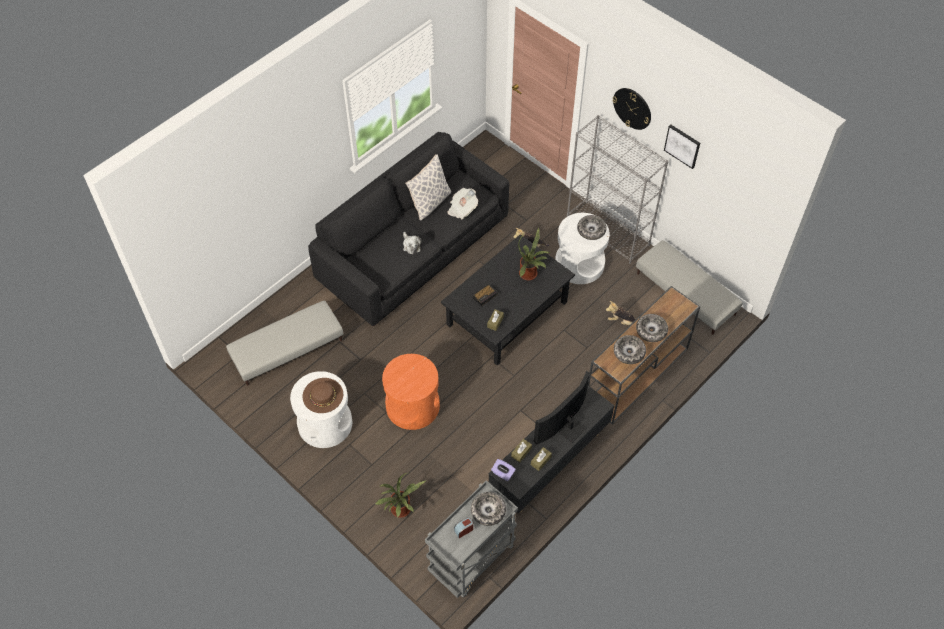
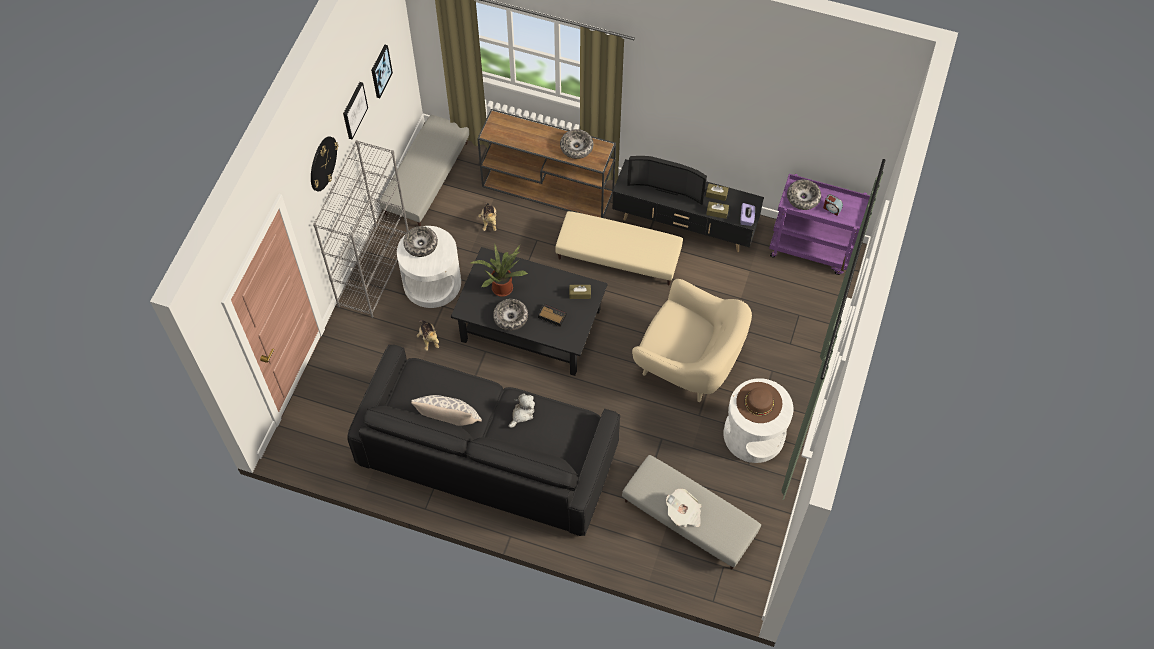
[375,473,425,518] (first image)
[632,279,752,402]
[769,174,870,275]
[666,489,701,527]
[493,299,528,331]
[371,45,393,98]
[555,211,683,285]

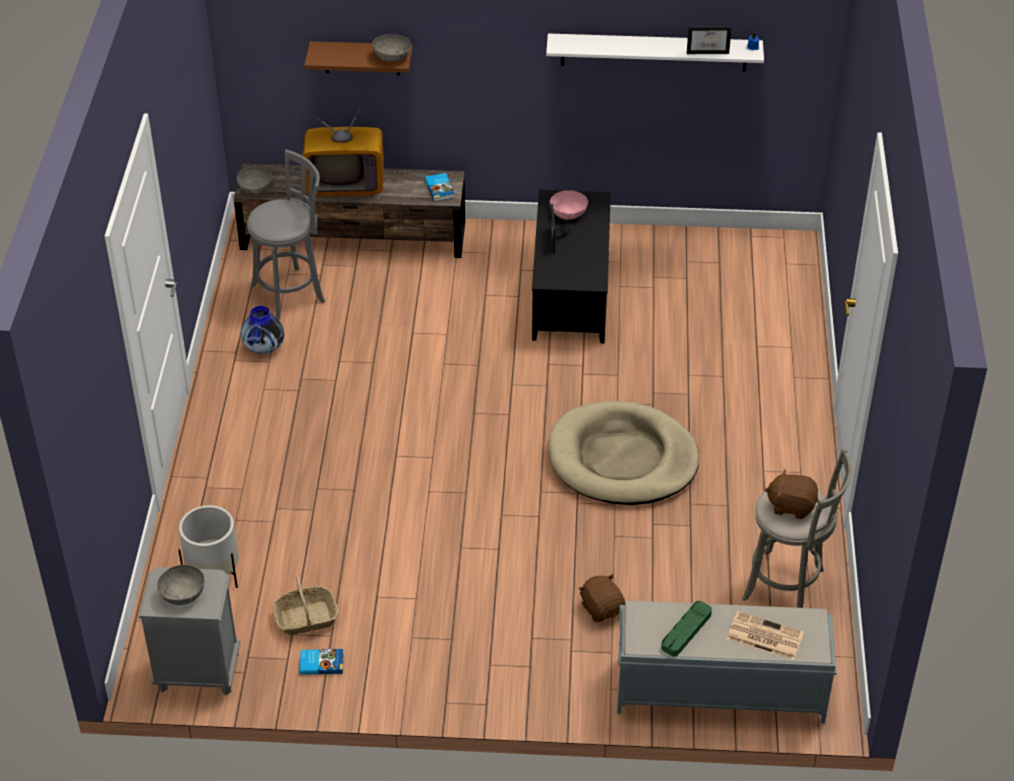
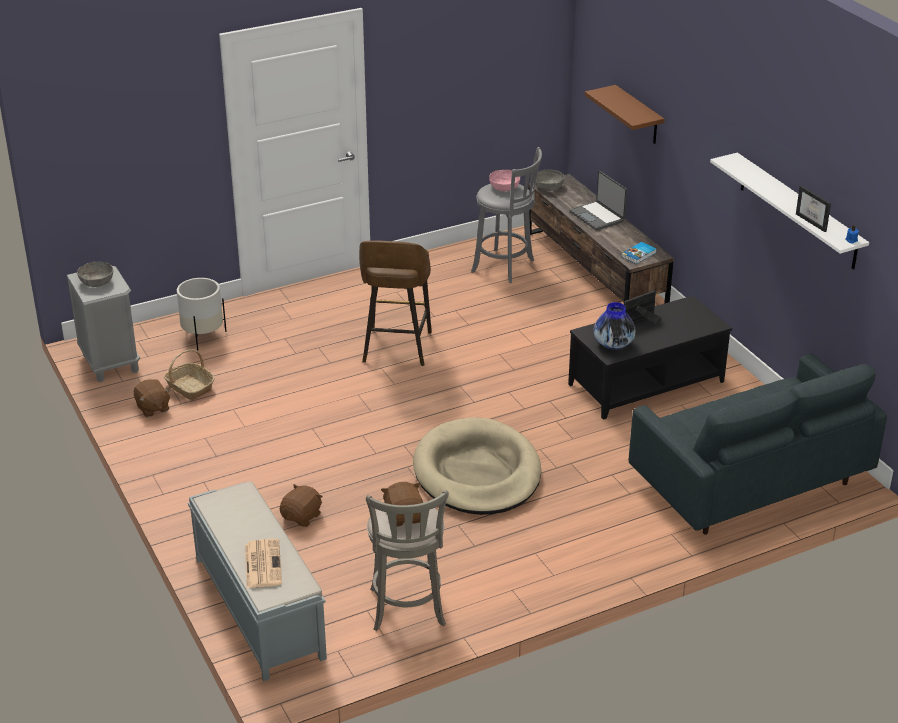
[594,302,636,350]
[134,379,170,417]
[569,171,627,231]
[372,34,411,62] (first image)
[489,170,520,191]
[661,601,712,657] (first image)
[359,241,432,366]
[629,354,887,535]

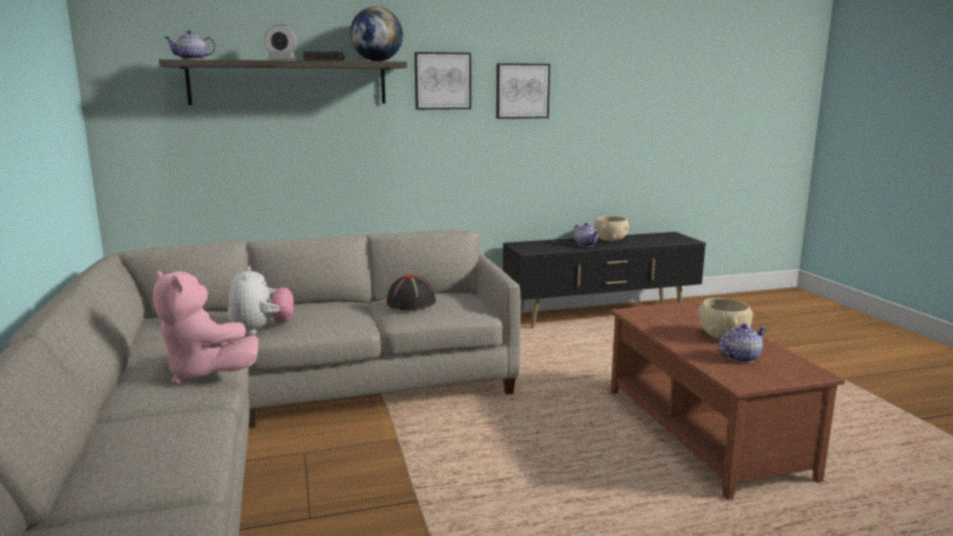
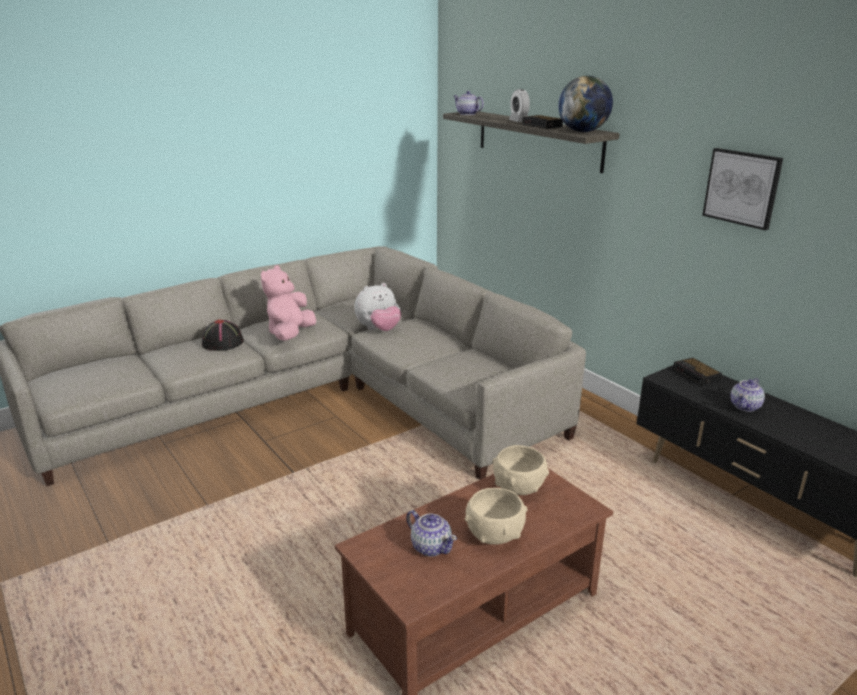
[202,319,244,351]
[414,52,471,110] (first image)
[492,445,549,495]
[673,358,722,386]

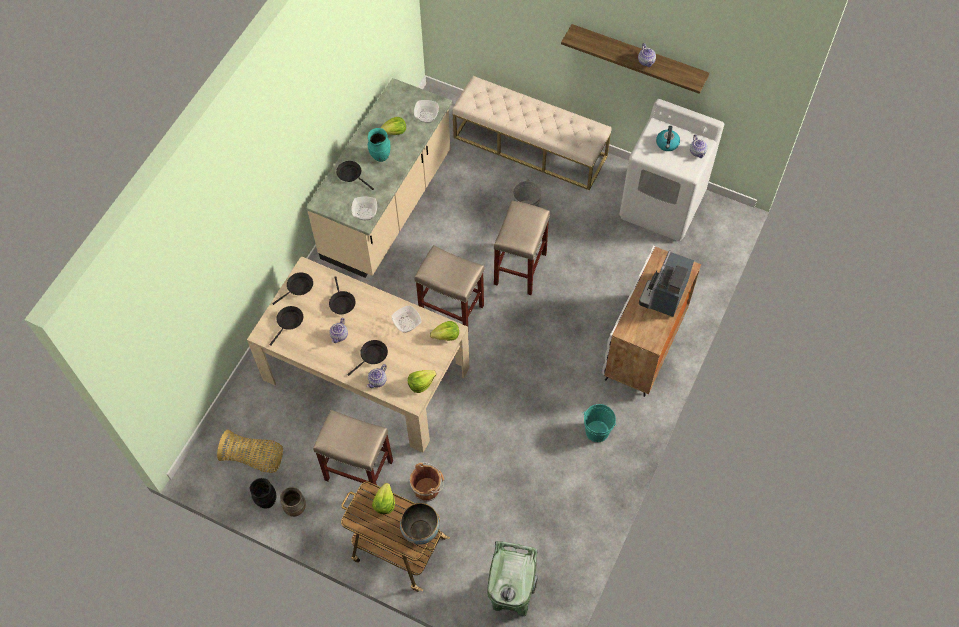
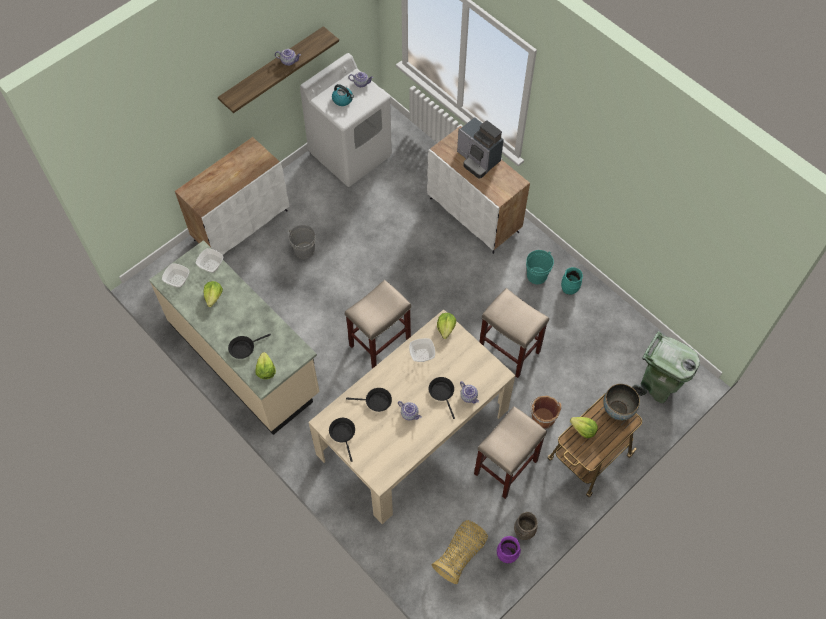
[497,536,521,563]
[269,306,303,346] (first image)
[162,263,190,288]
[561,267,583,295]
[255,352,276,379]
[175,137,289,255]
[479,288,549,378]

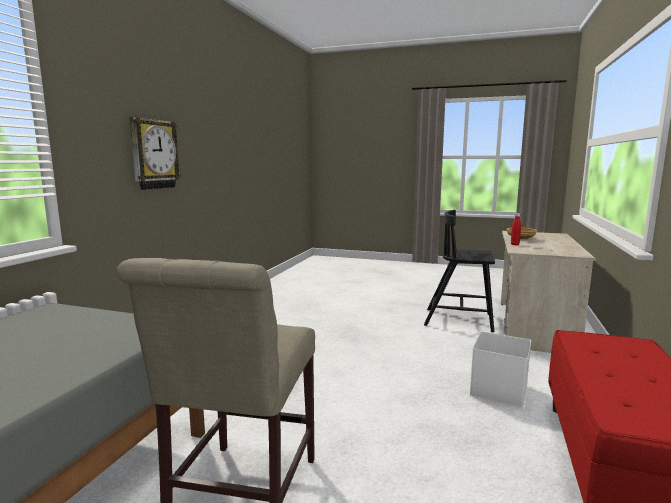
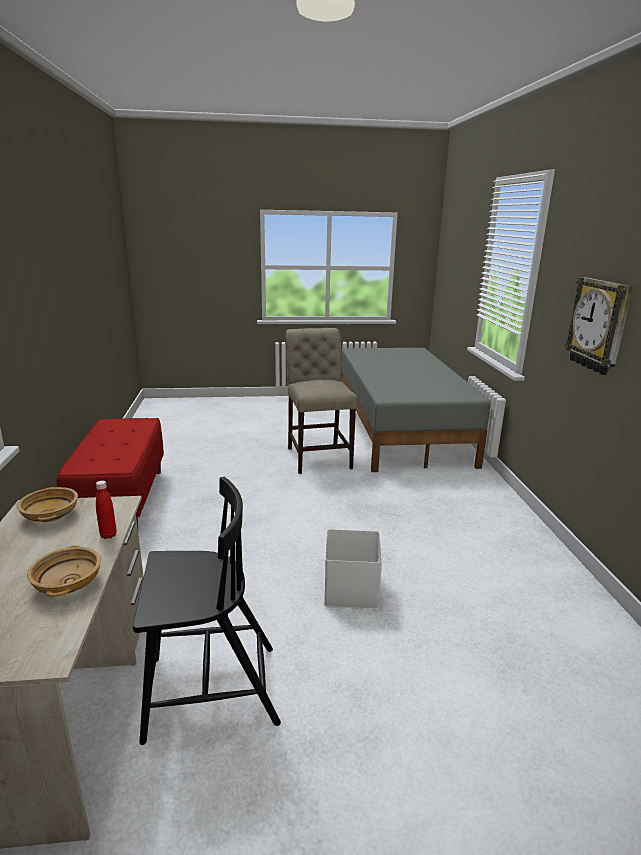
[324,529,382,609]
[17,487,78,522]

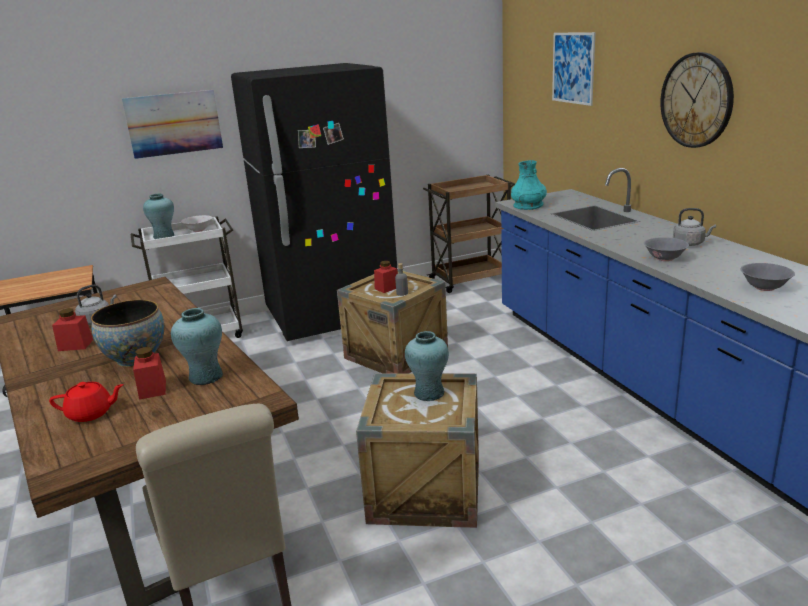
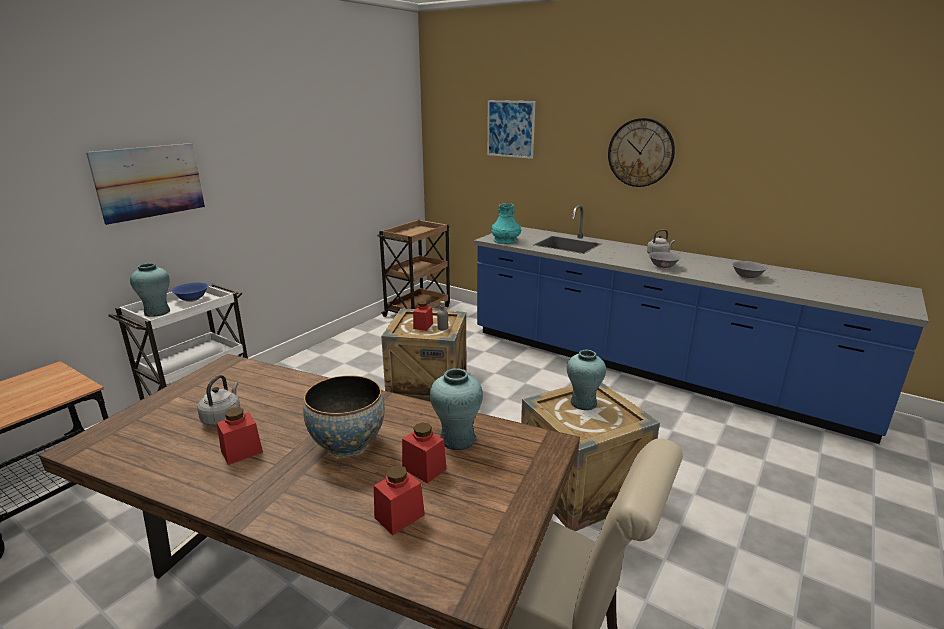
[374,465,425,535]
[171,282,209,302]
[231,63,397,341] (first image)

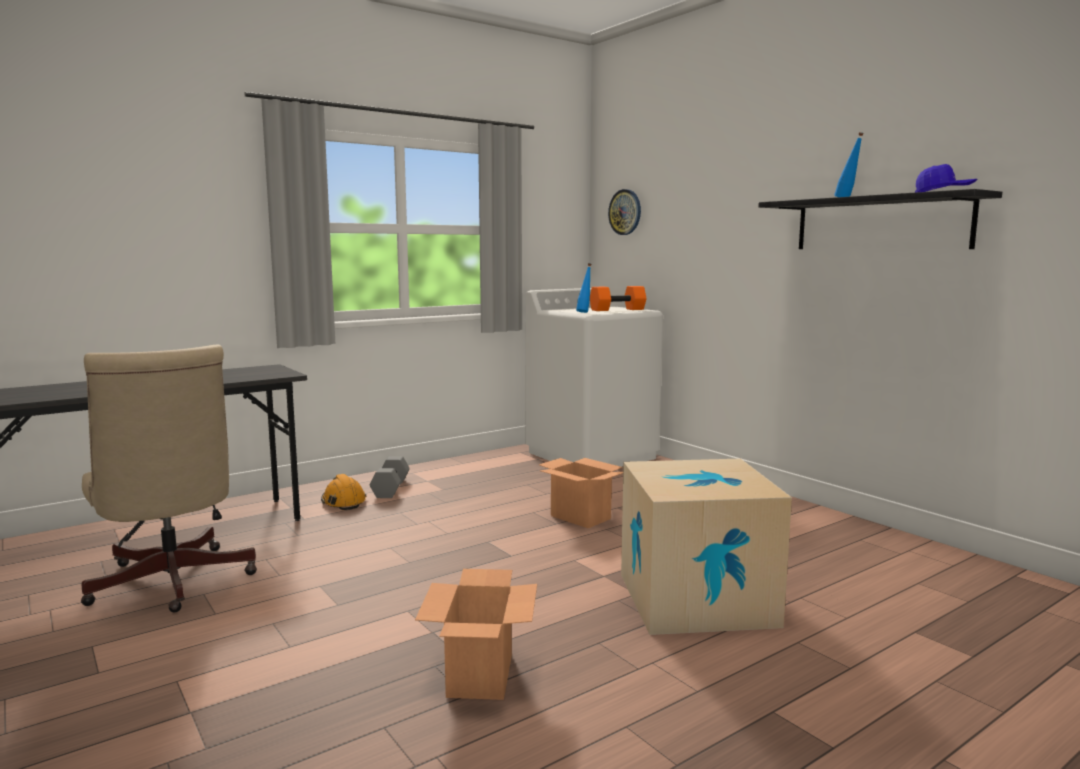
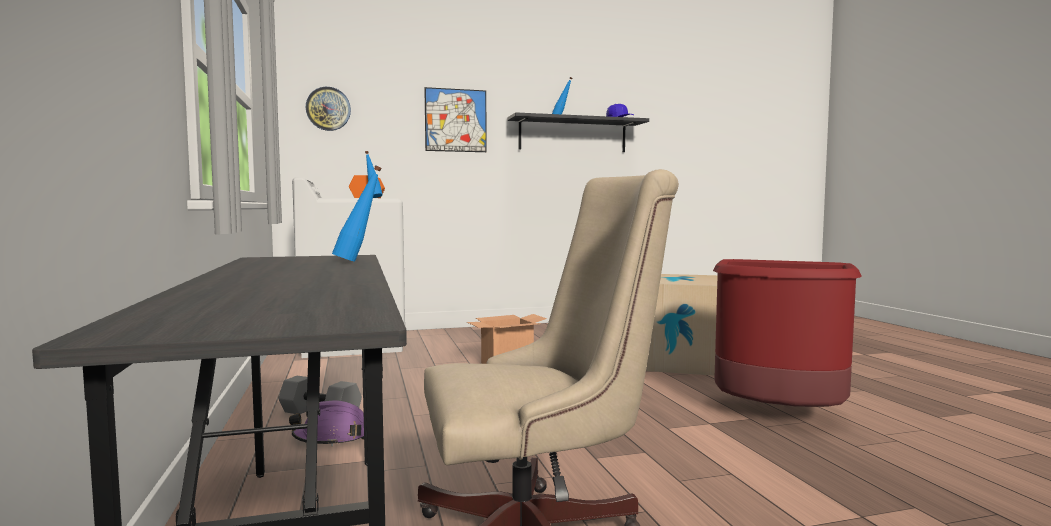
[289,400,364,447]
[713,259,862,407]
[332,165,382,262]
[424,87,487,152]

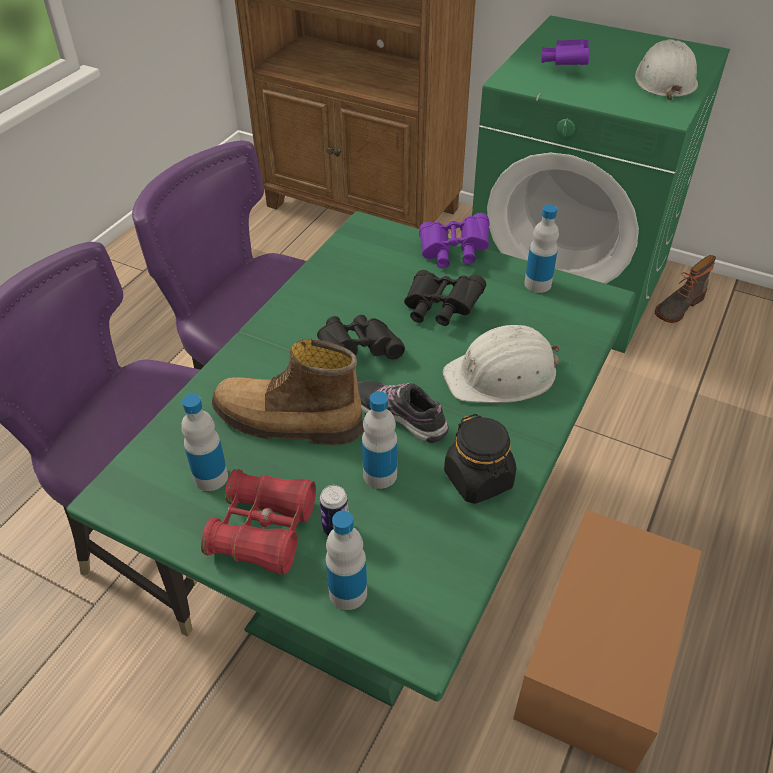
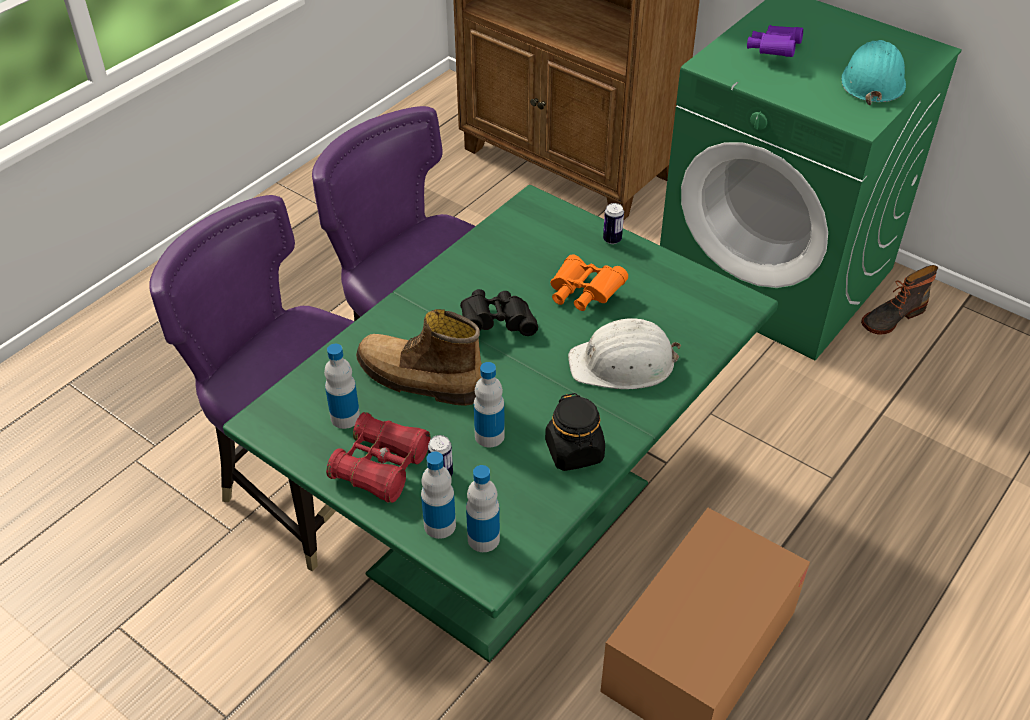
[357,381,449,443] (first image)
[550,254,628,311]
[603,203,624,244]
[466,465,500,552]
[841,40,906,105]

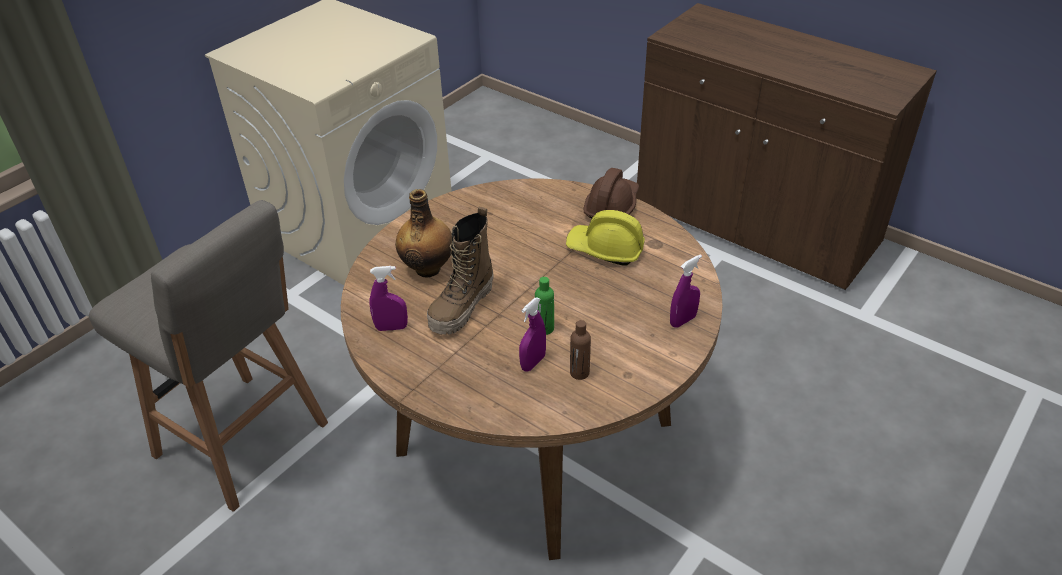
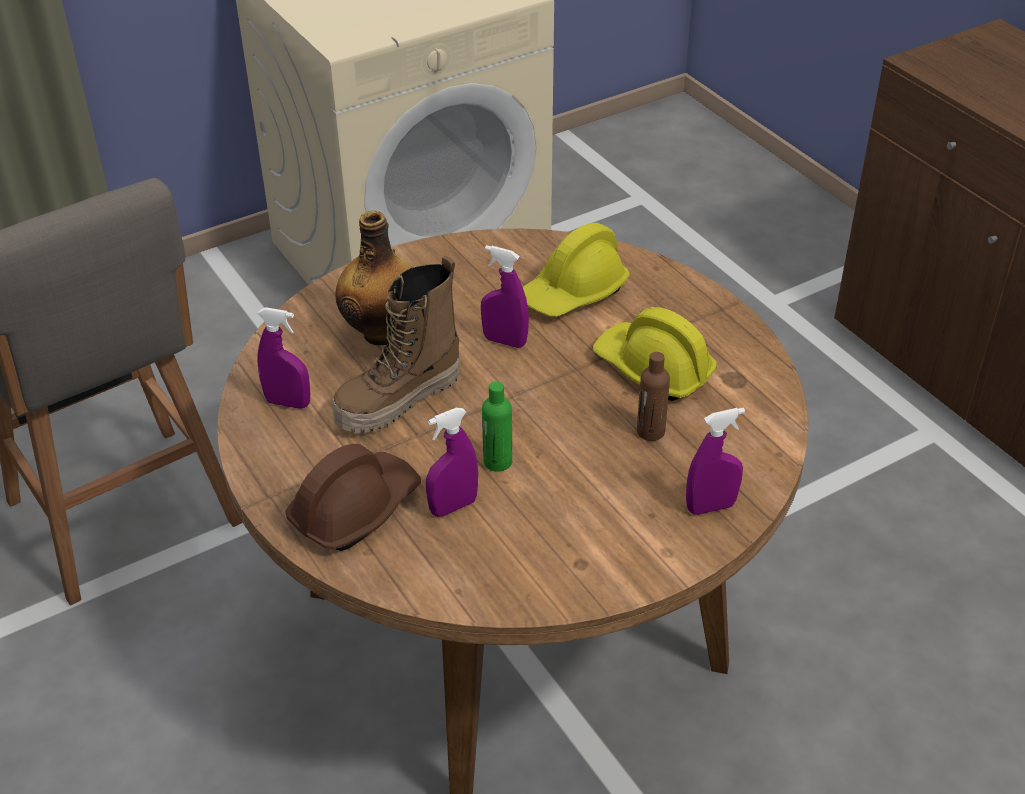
[637,352,670,441]
[285,444,421,551]
[481,245,529,348]
[523,223,630,317]

